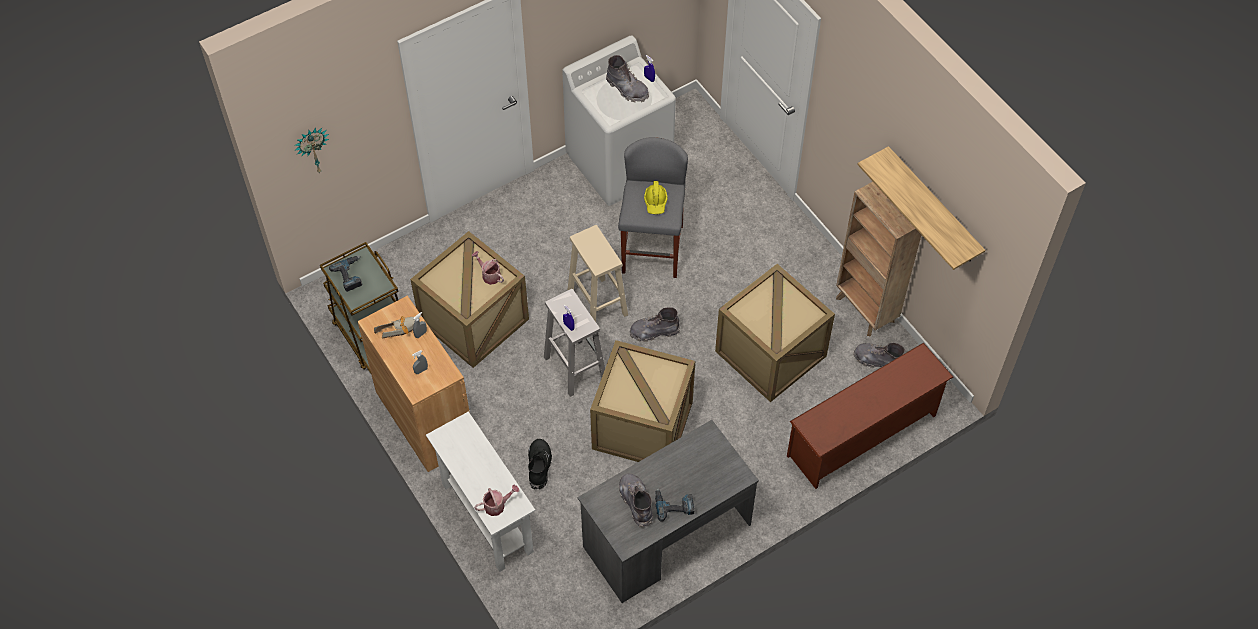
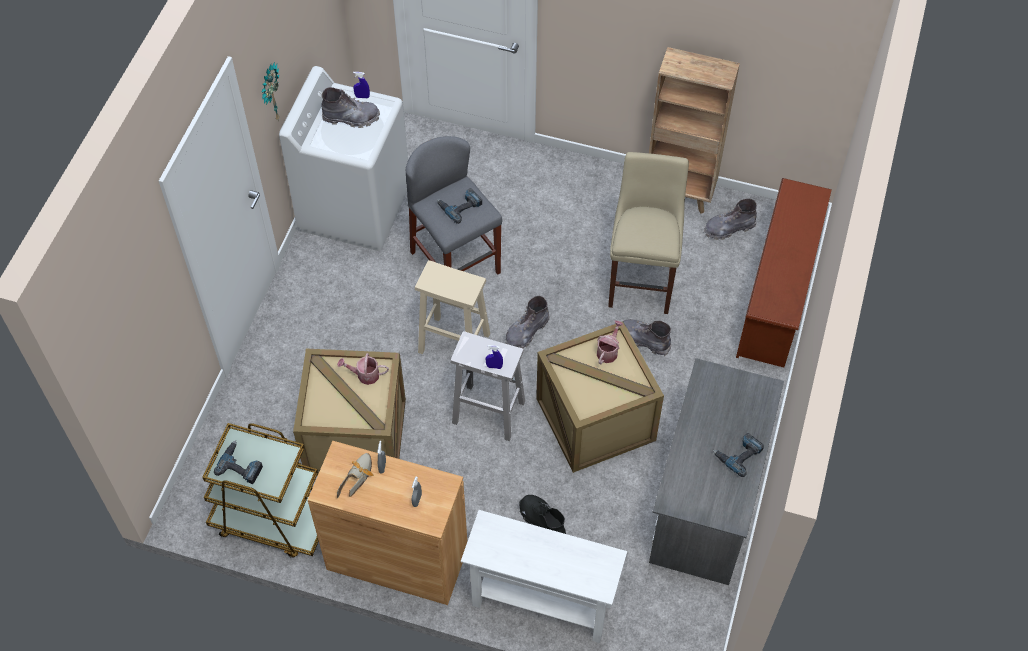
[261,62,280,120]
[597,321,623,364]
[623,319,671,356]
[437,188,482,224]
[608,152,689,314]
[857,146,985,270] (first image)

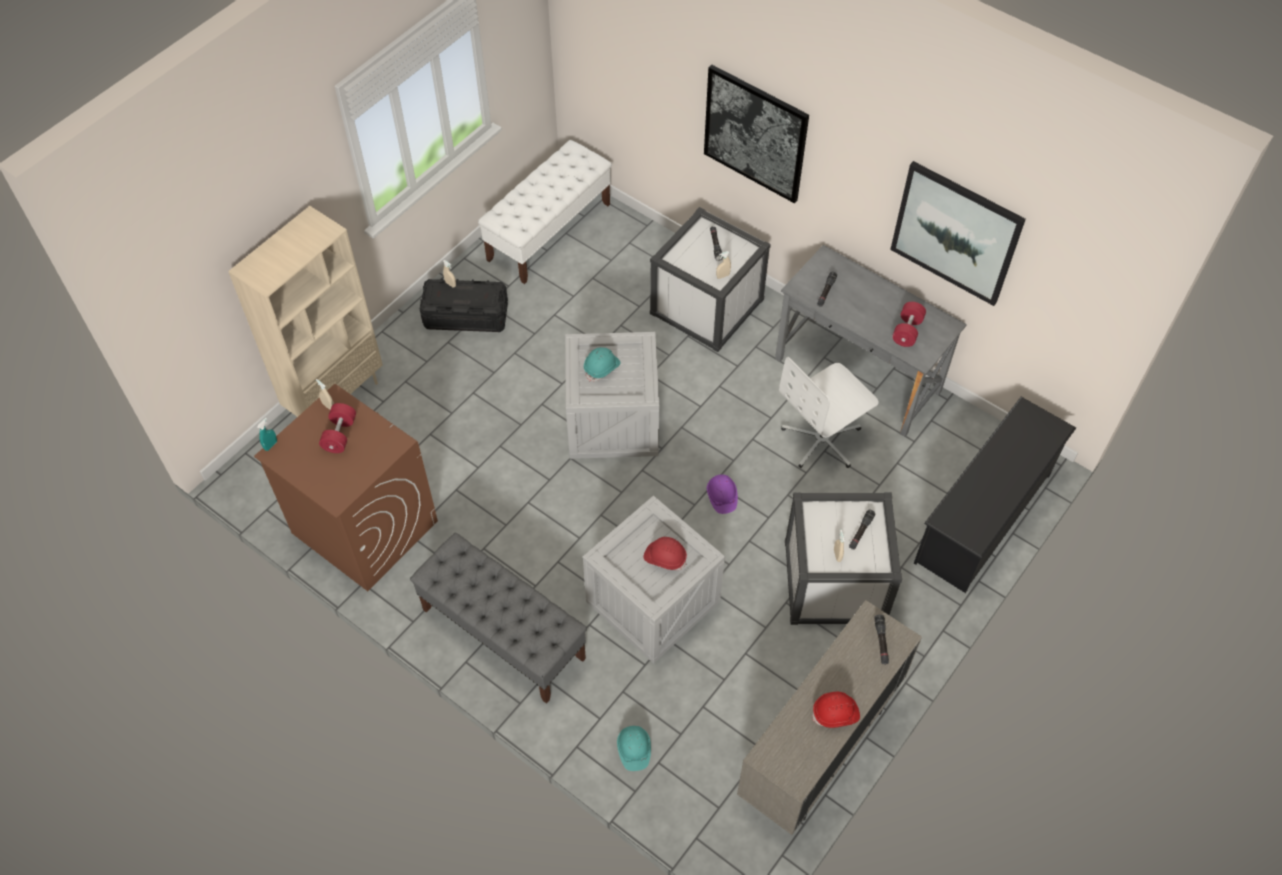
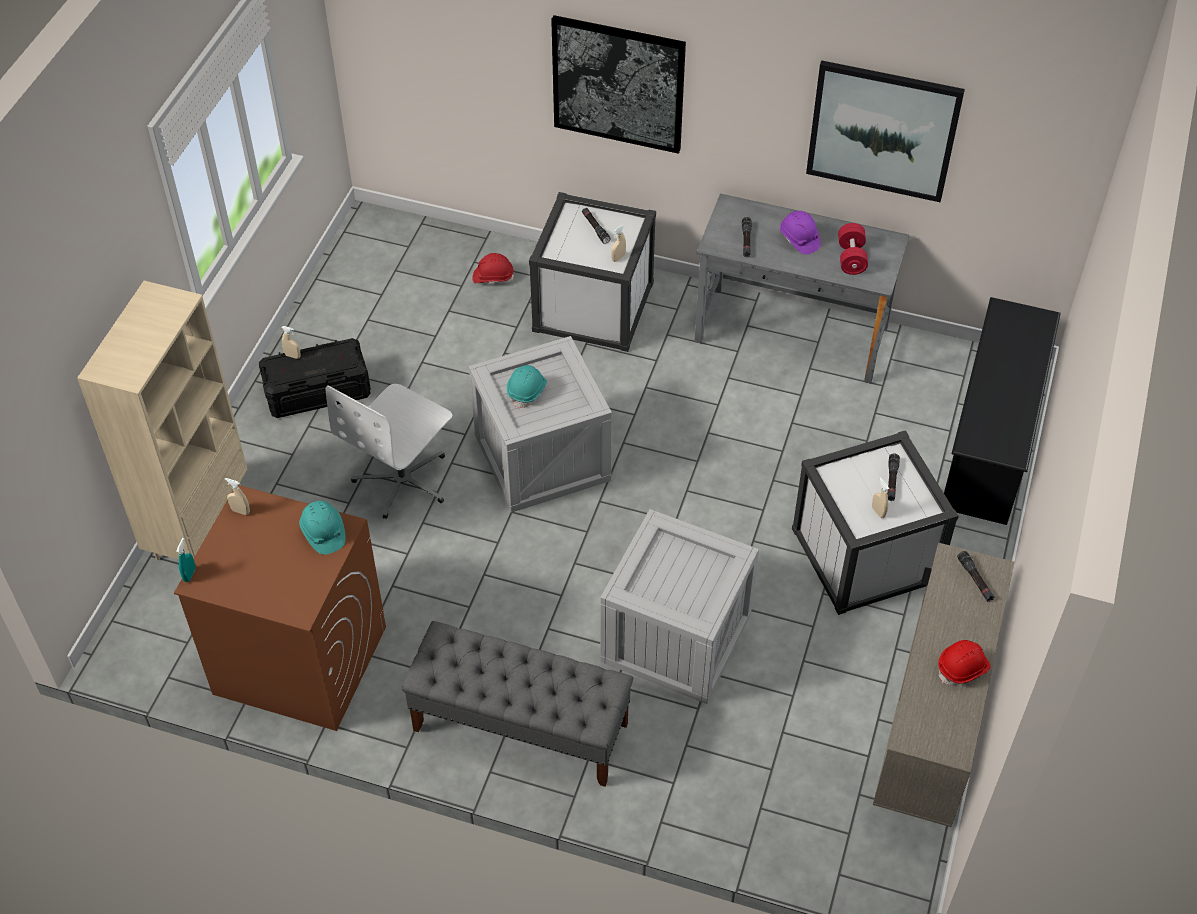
[319,403,356,453] (first image)
[478,140,612,284] (first image)
[299,501,346,554]
[472,253,515,284]
[780,211,821,255]
[326,384,452,519]

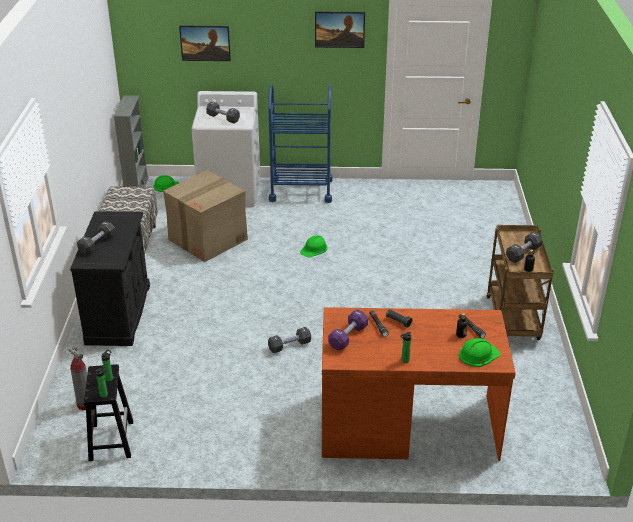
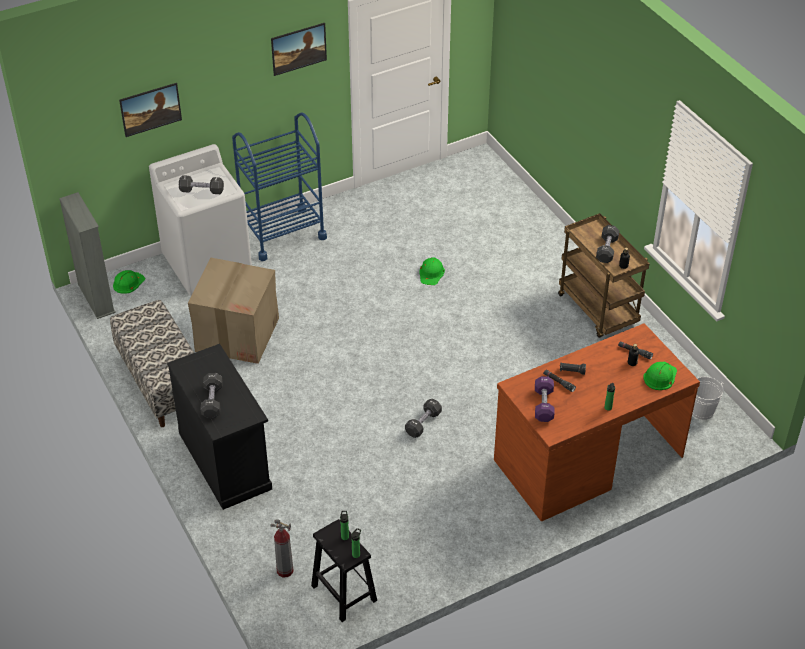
[419,257,445,285]
[692,377,724,420]

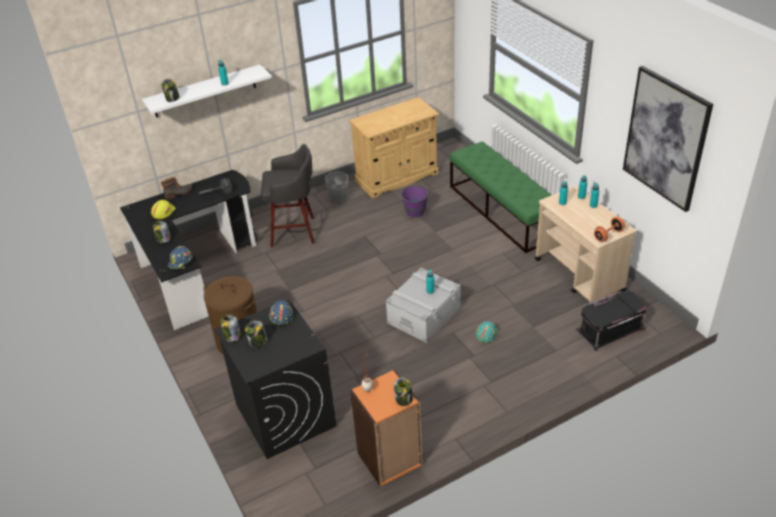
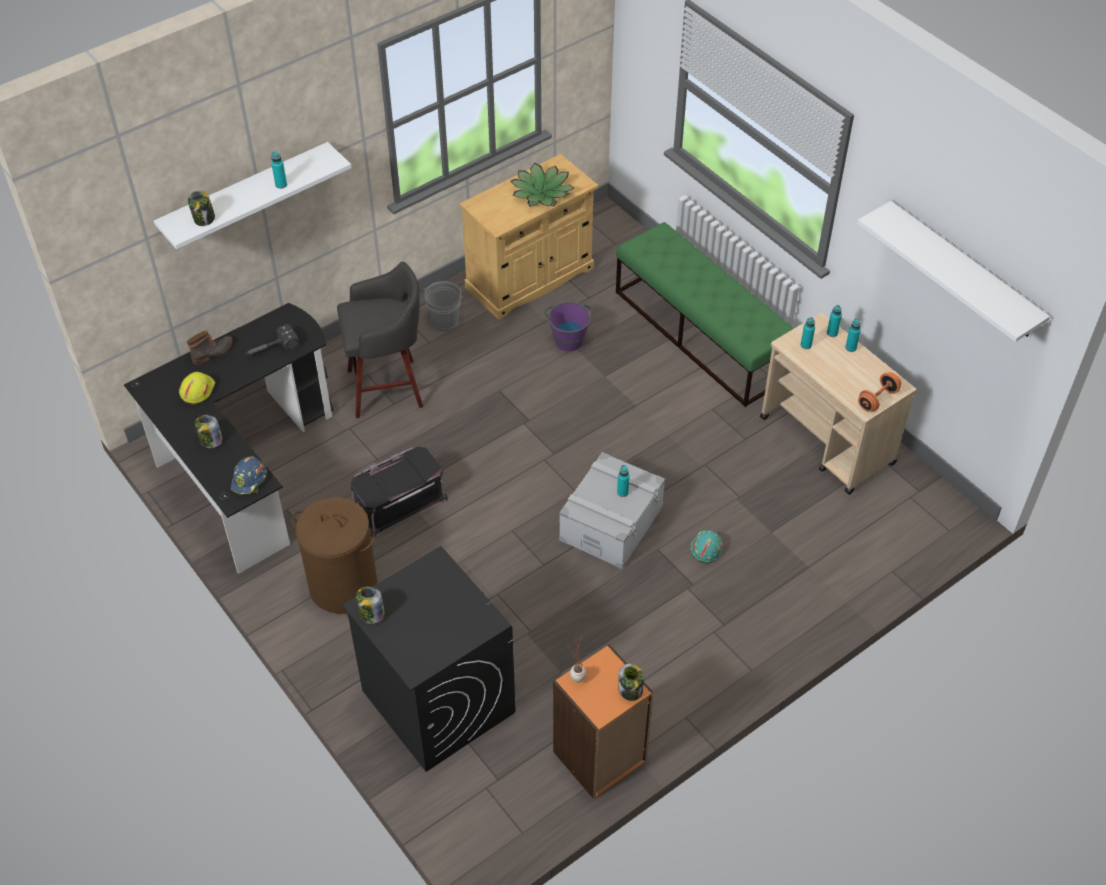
[245,321,267,348] (first image)
[269,300,294,326] (first image)
[350,447,448,537]
[857,201,1050,342]
[511,163,575,207]

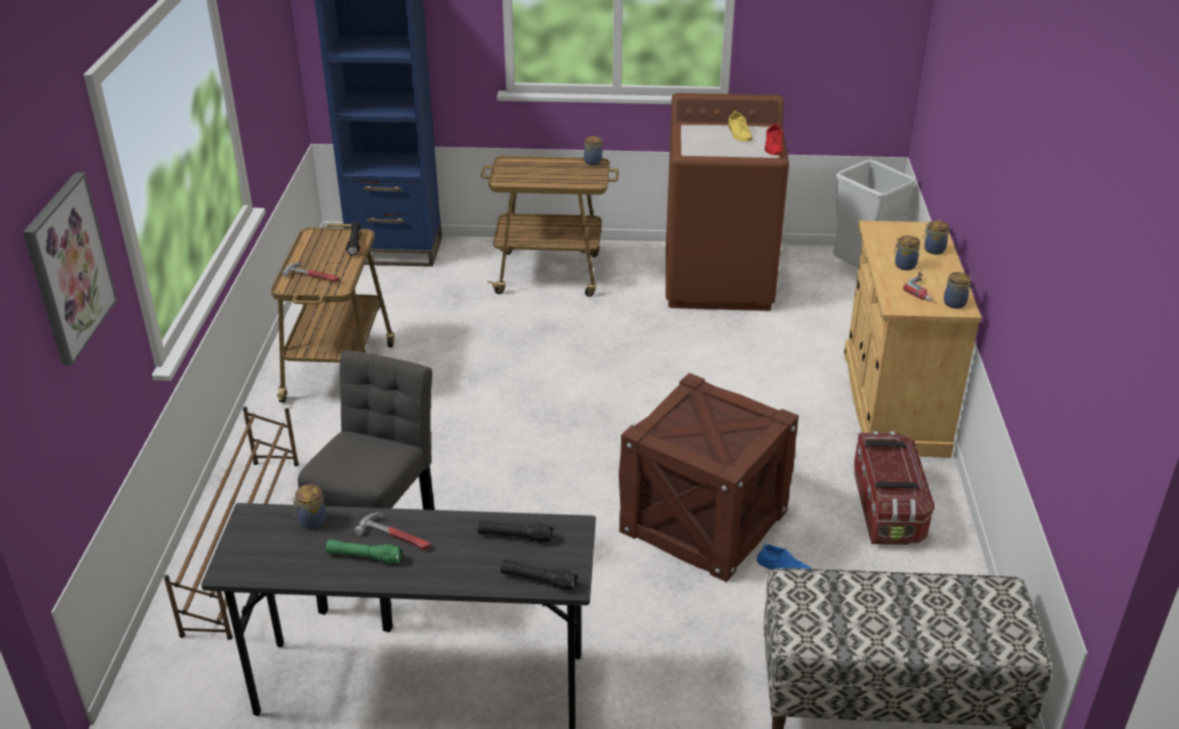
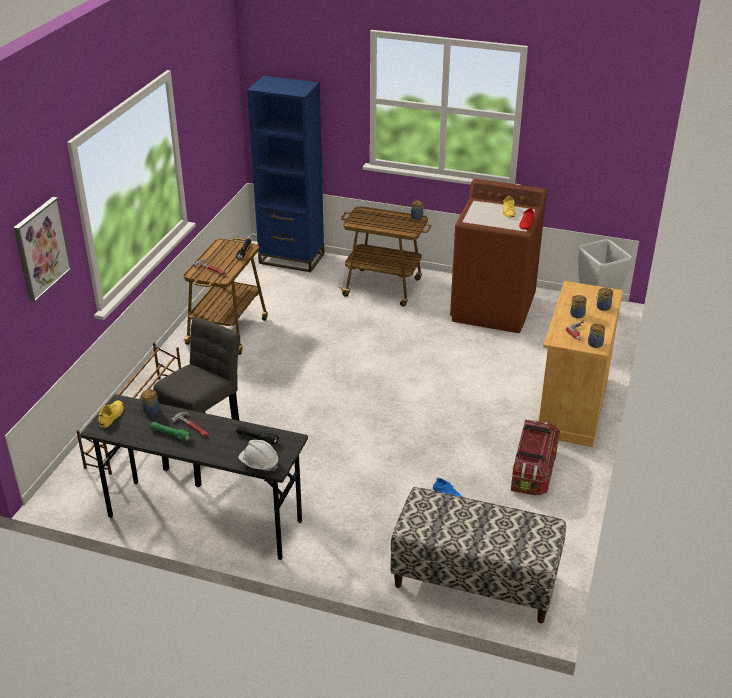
[238,440,278,471]
[619,373,799,582] (first image)
[99,400,123,428]

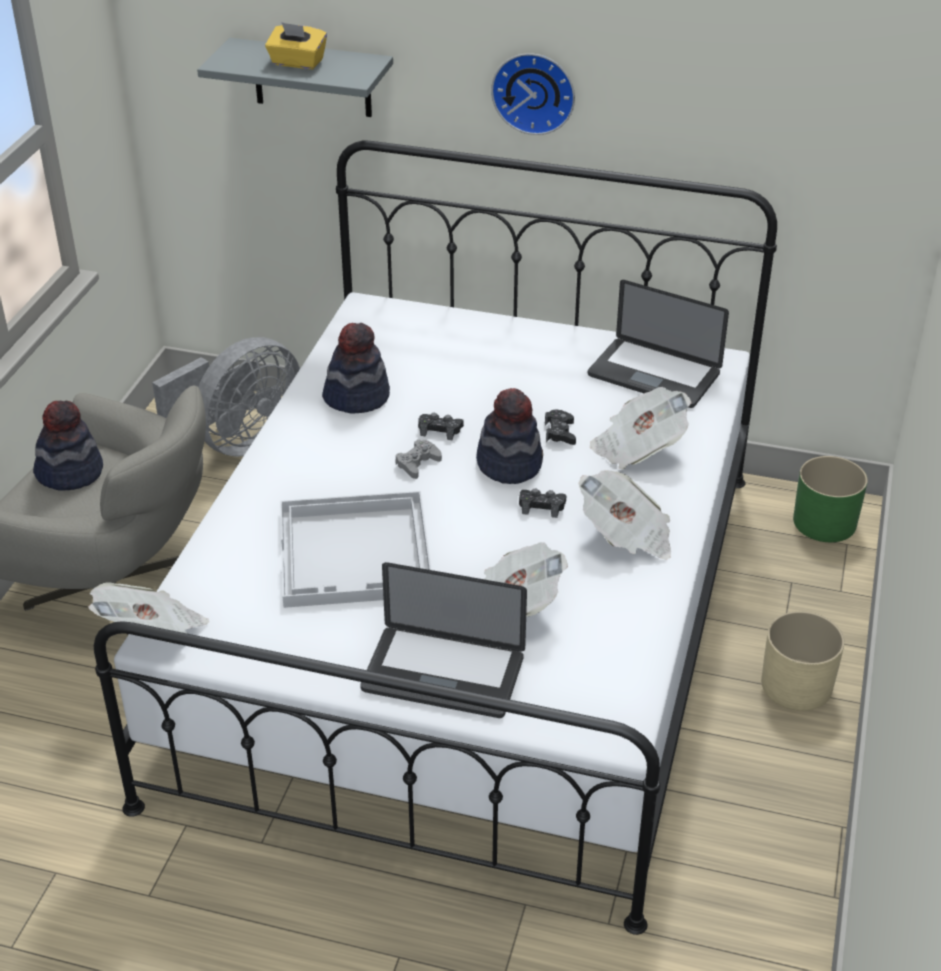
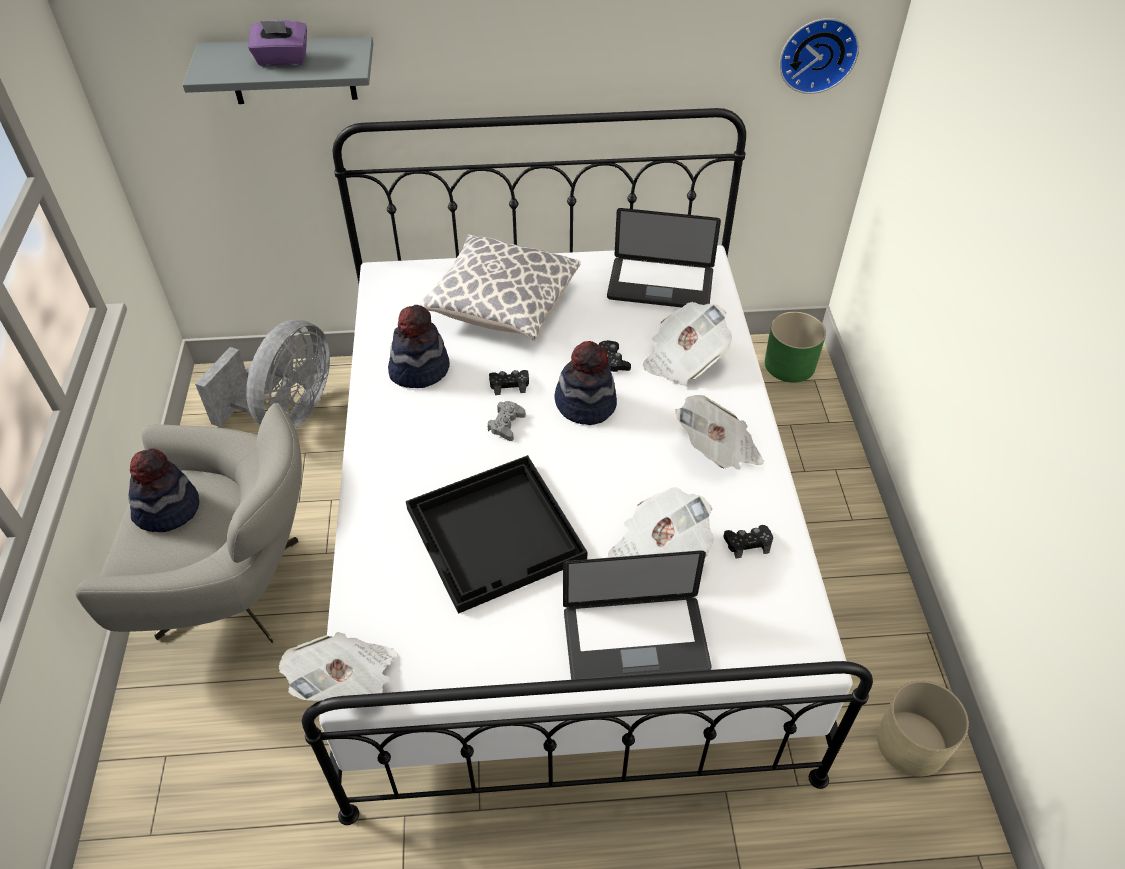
[248,20,307,66]
[406,455,587,614]
[779,18,859,94]
[723,525,773,558]
[877,681,969,777]
[418,234,580,341]

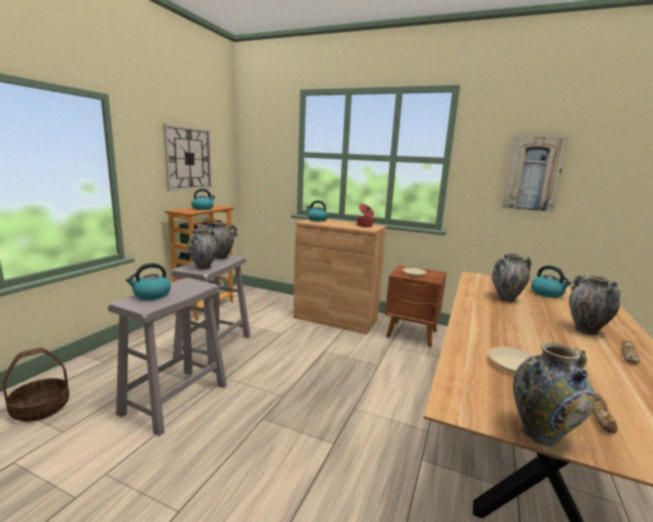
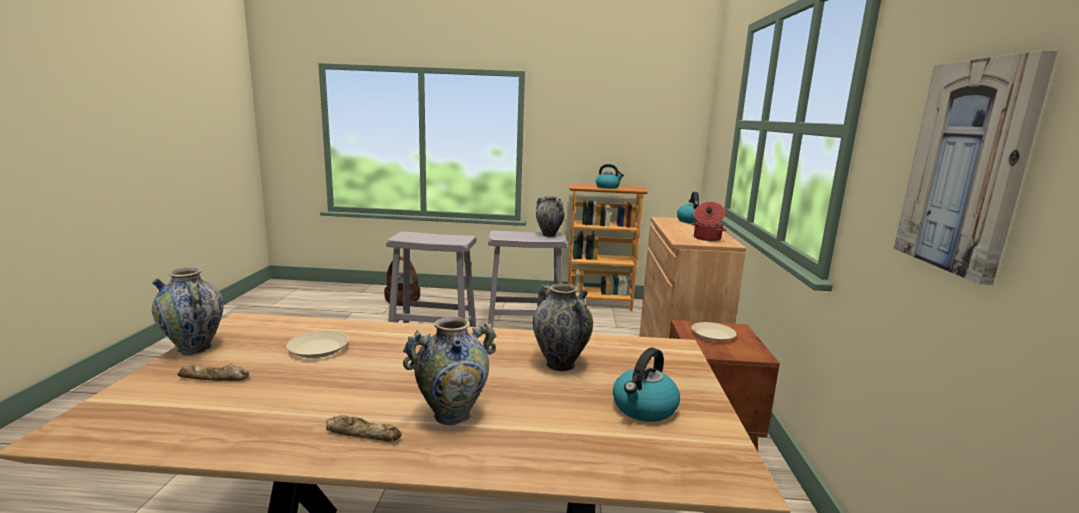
[126,263,171,300] (first image)
[163,124,212,191] (first image)
[187,228,218,270] (first image)

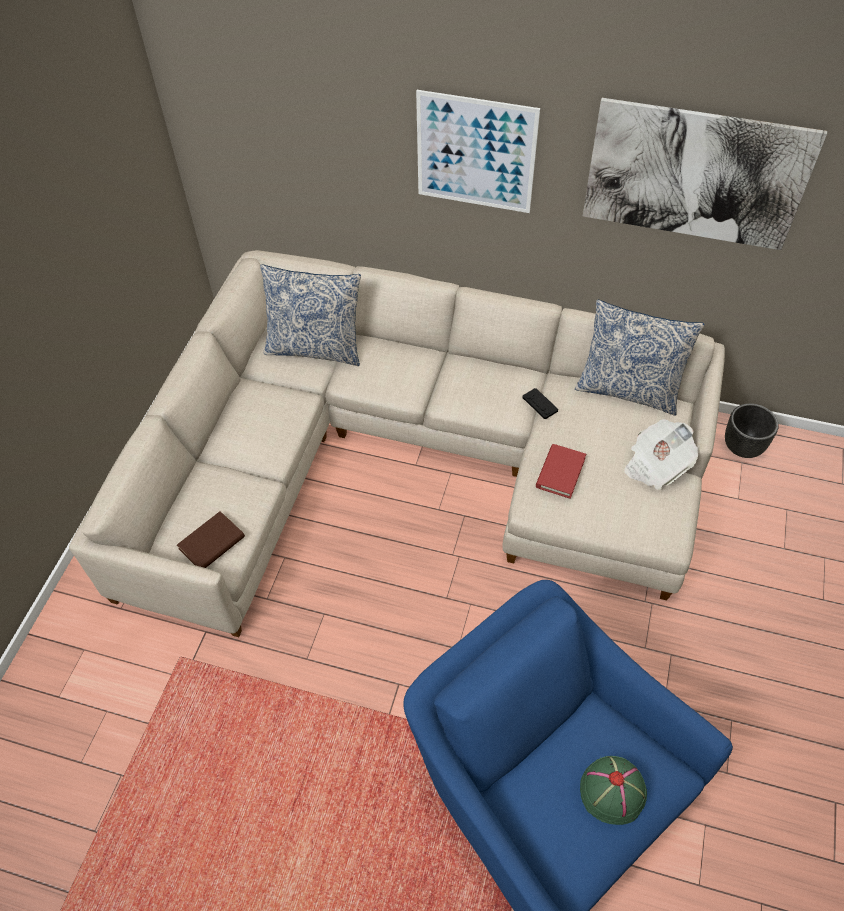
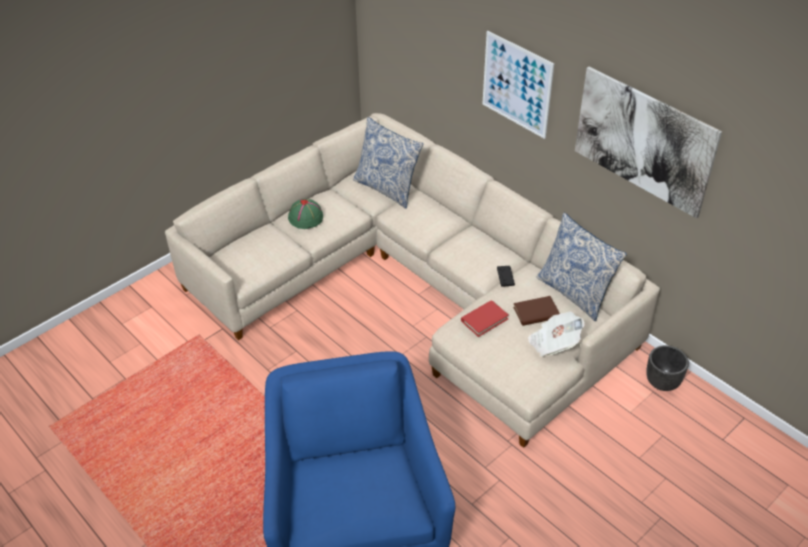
[513,296,560,326]
[288,198,323,229]

